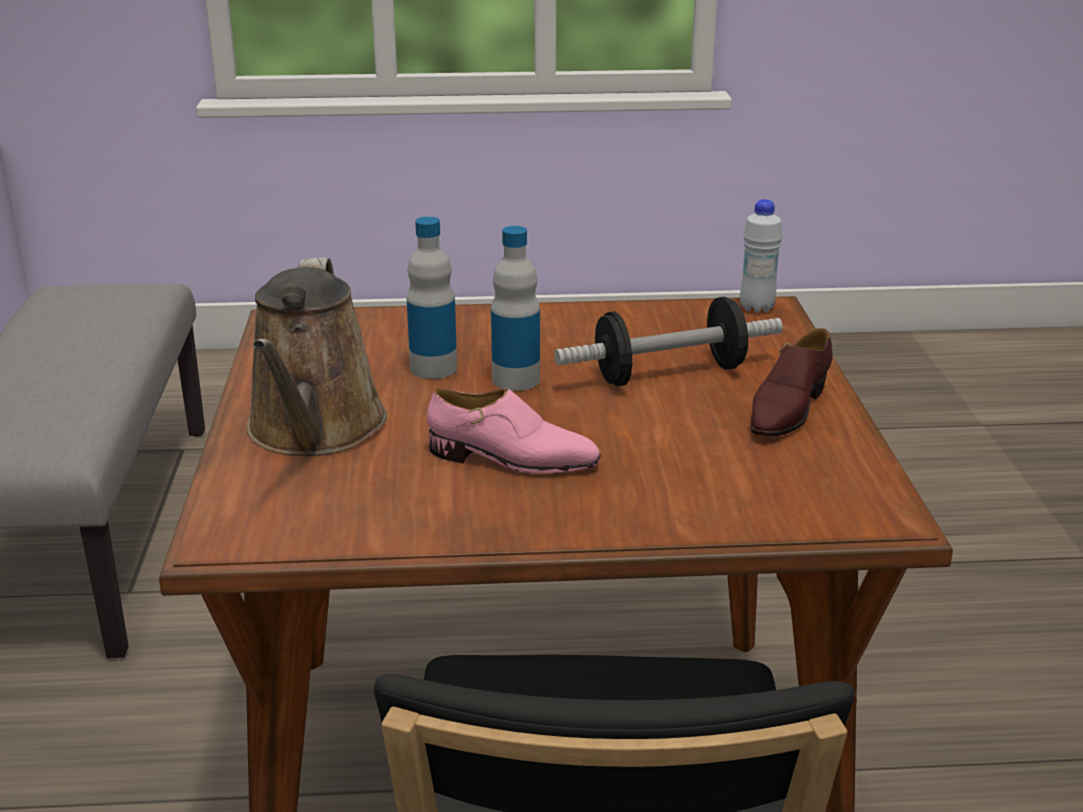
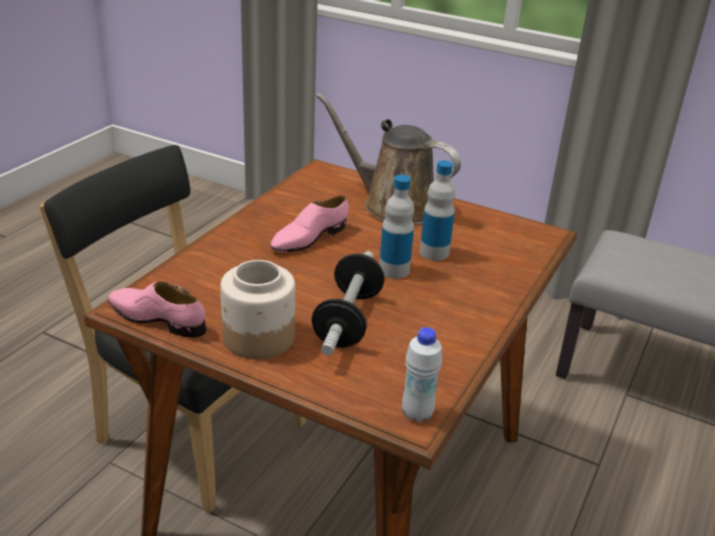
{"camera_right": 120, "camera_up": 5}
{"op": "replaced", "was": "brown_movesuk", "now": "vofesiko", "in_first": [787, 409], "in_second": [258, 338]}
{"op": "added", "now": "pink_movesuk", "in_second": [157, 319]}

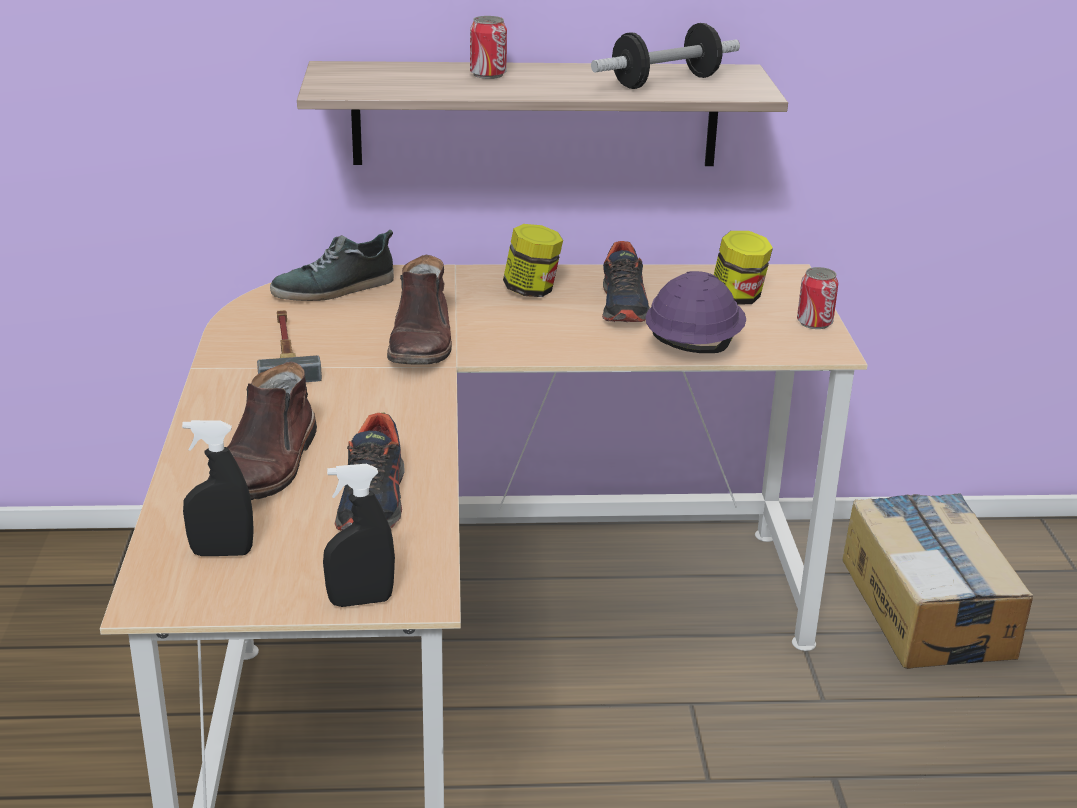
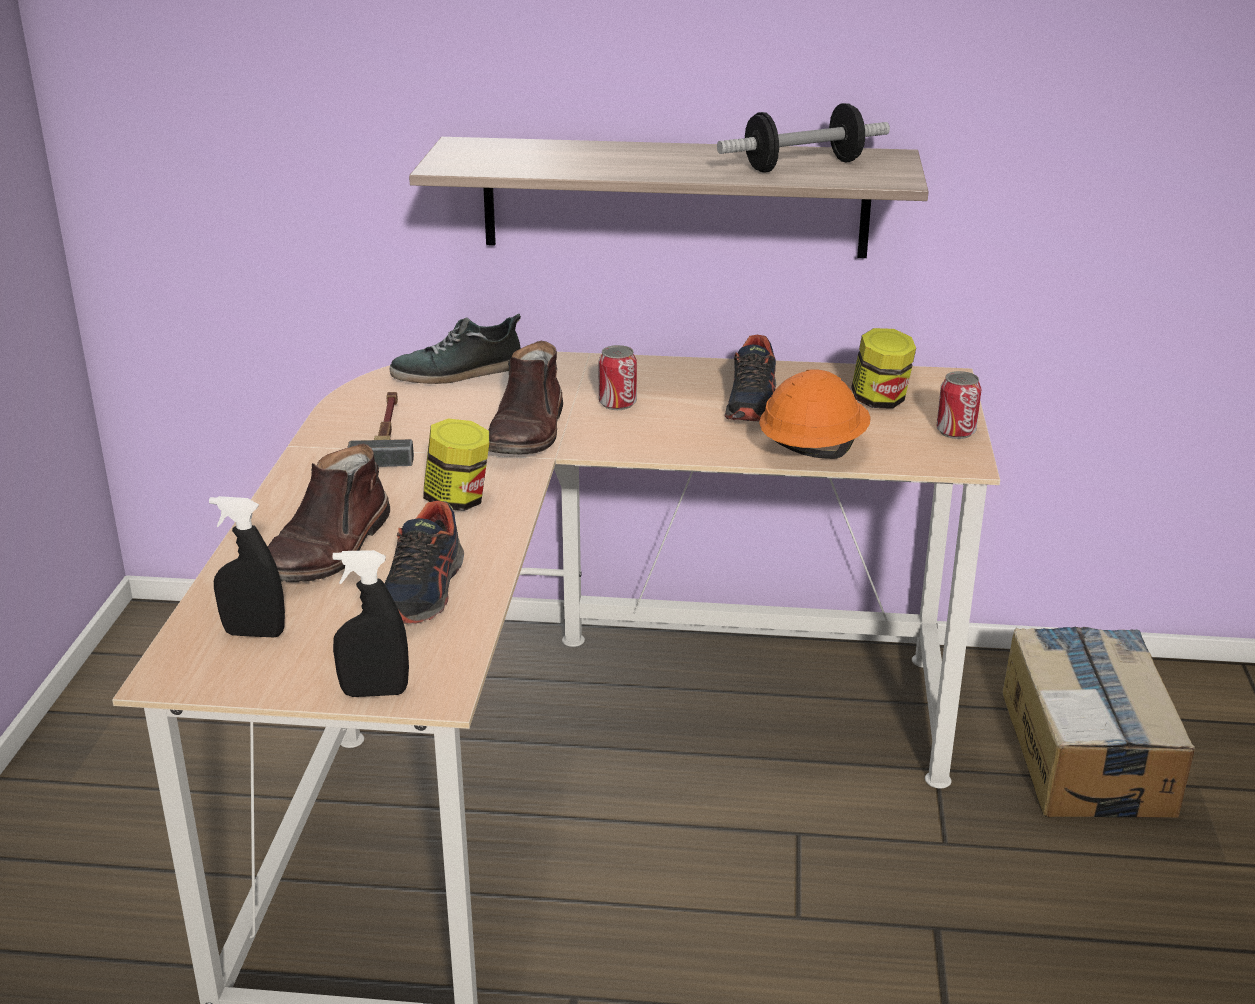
{"camera_right": 10, "camera_up": 0}
{"op": "moved", "was": "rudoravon", "in_first": [488, 74], "in_second": [617, 403]}
{"op": "moved", "was": "vofesiko", "in_first": [532, 291], "in_second": [458, 501]}
{"op": "recoloured", "was": "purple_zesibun", "now": "orange_zesibun", "in_first": [692, 347], "in_second": [812, 451]}

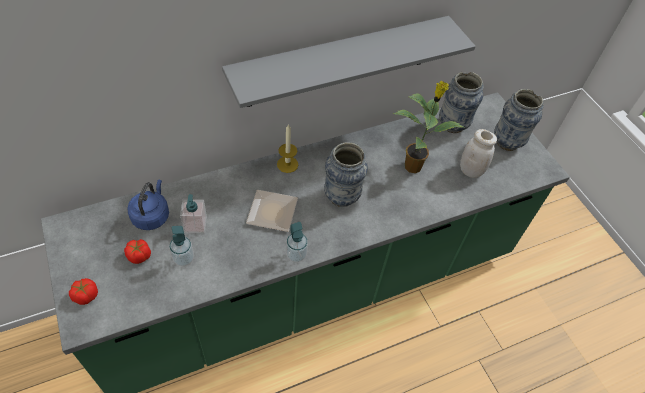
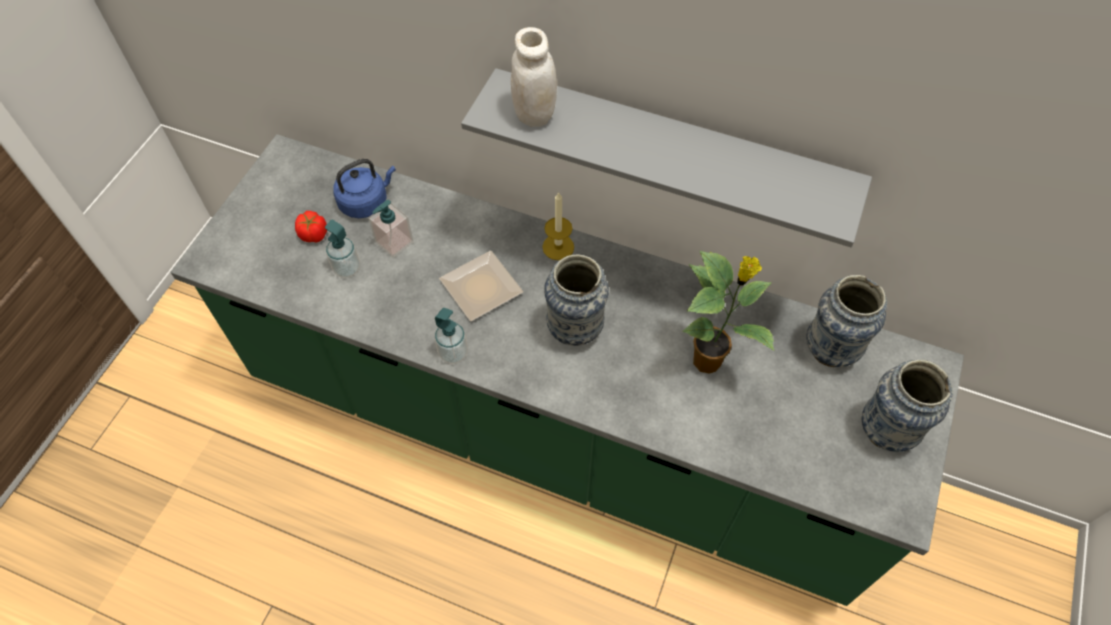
{"camera_right": 50, "camera_up": 5}
{"op": "moved", "was": "white_vofesiko", "in_first": [470, 171], "in_second": [534, 114]}
{"op": "removed", "was": "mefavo", "in_first": [86, 296]}

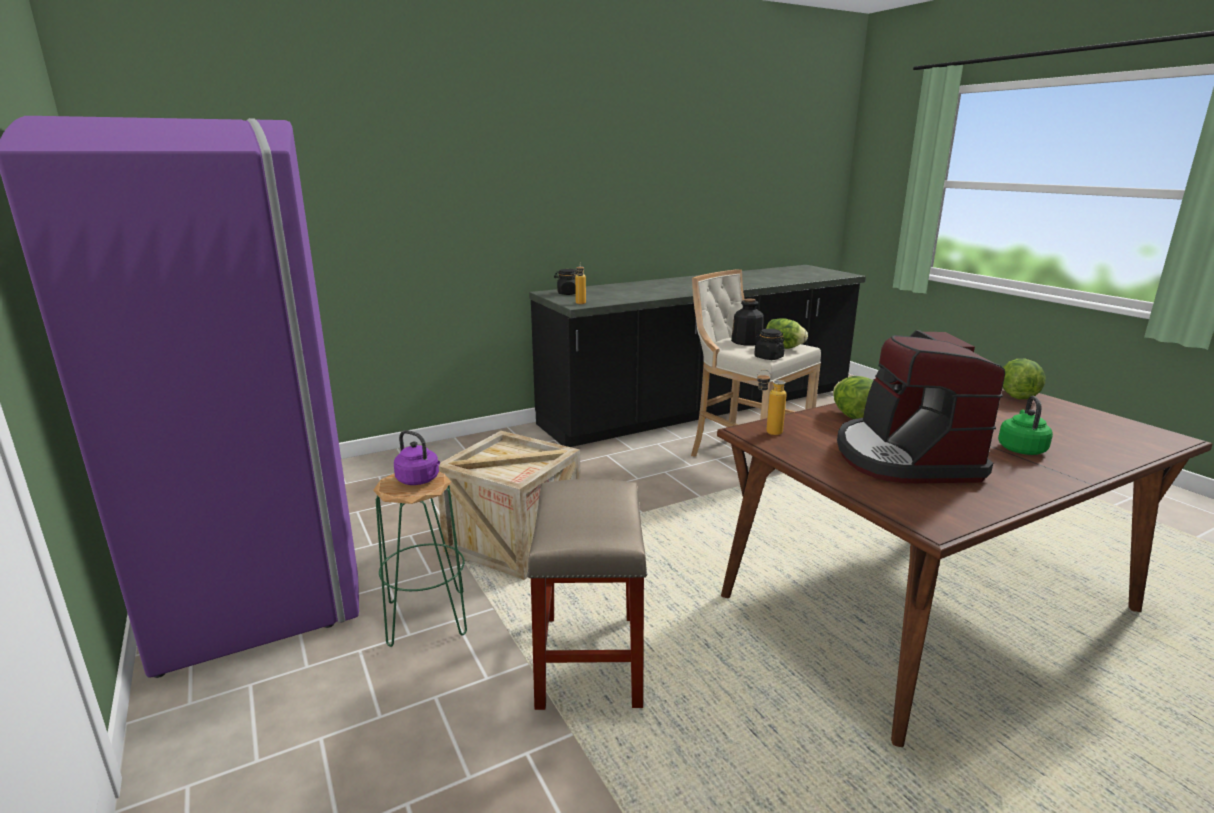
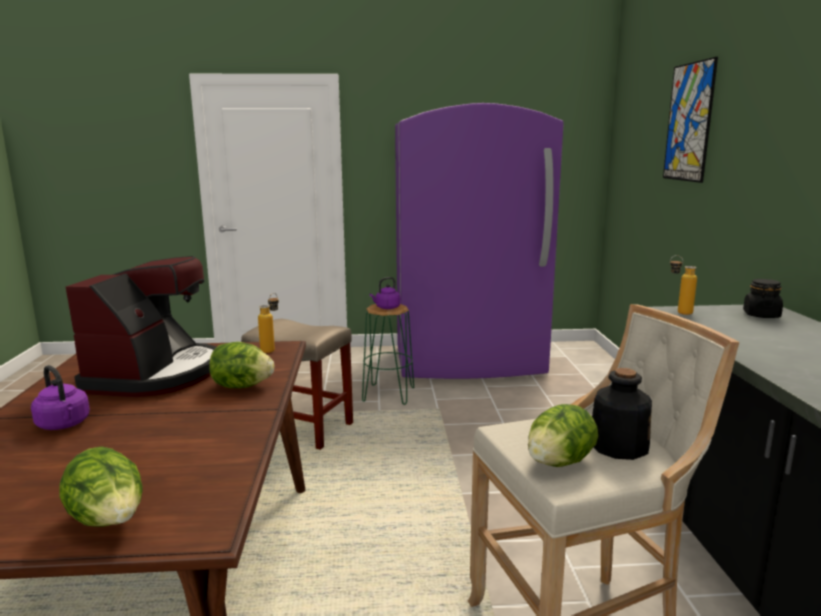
{"camera_right": 115, "camera_up": -5}
{"op": "removed", "was": "black_vofesiko", "in_first": [768, 357]}
{"op": "turned", "was": "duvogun", "in_first": [904, 457], "in_second": [156, 374], "clockwise": 75}
{"op": "recoloured", "was": "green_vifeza", "now": "purple_vifeza", "in_first": [1021, 449], "in_second": [64, 425]}
{"op": "removed", "was": "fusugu", "in_first": [513, 542]}
{"op": "added", "now": "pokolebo", "in_second": [689, 122]}

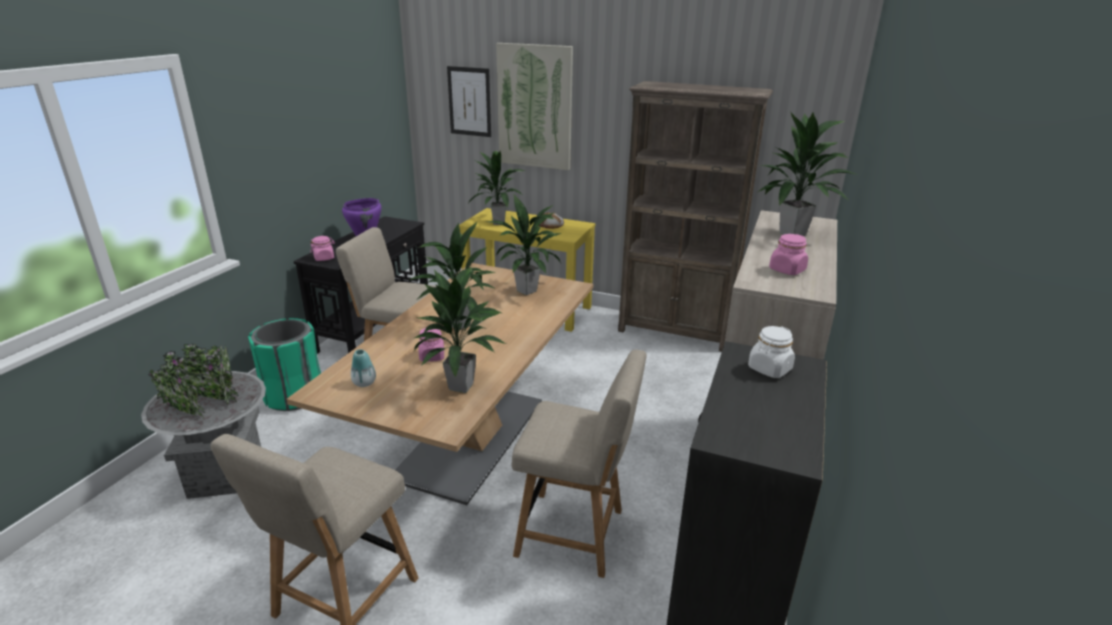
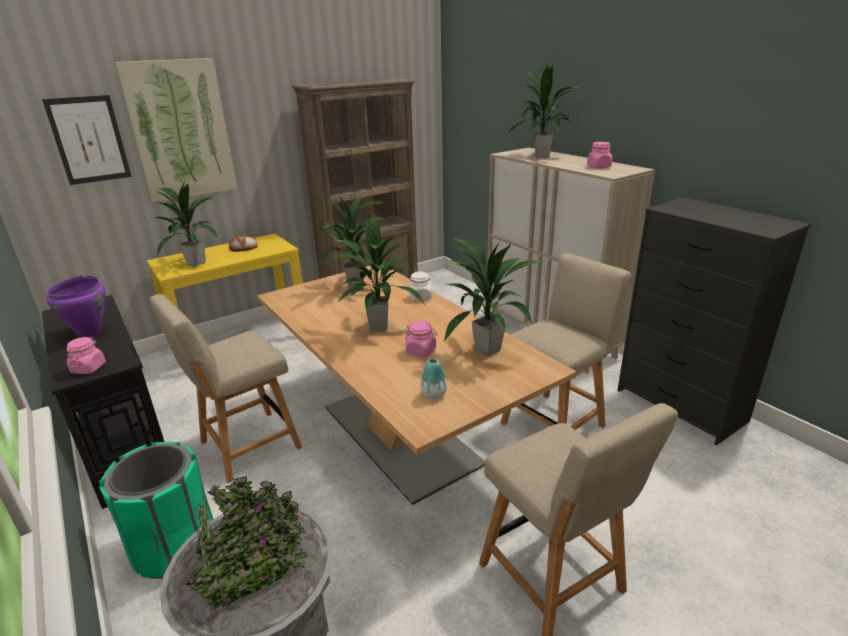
{"camera_right": -55, "camera_up": 0}
{"op": "moved", "was": "white_vofesiko", "in_first": [769, 369], "in_second": [420, 297]}

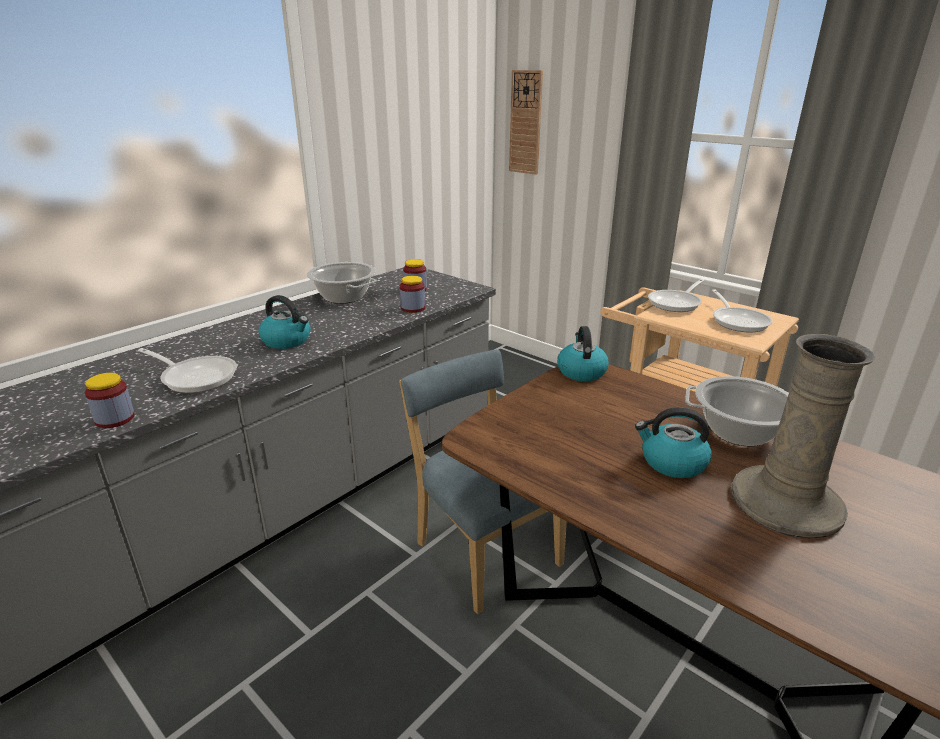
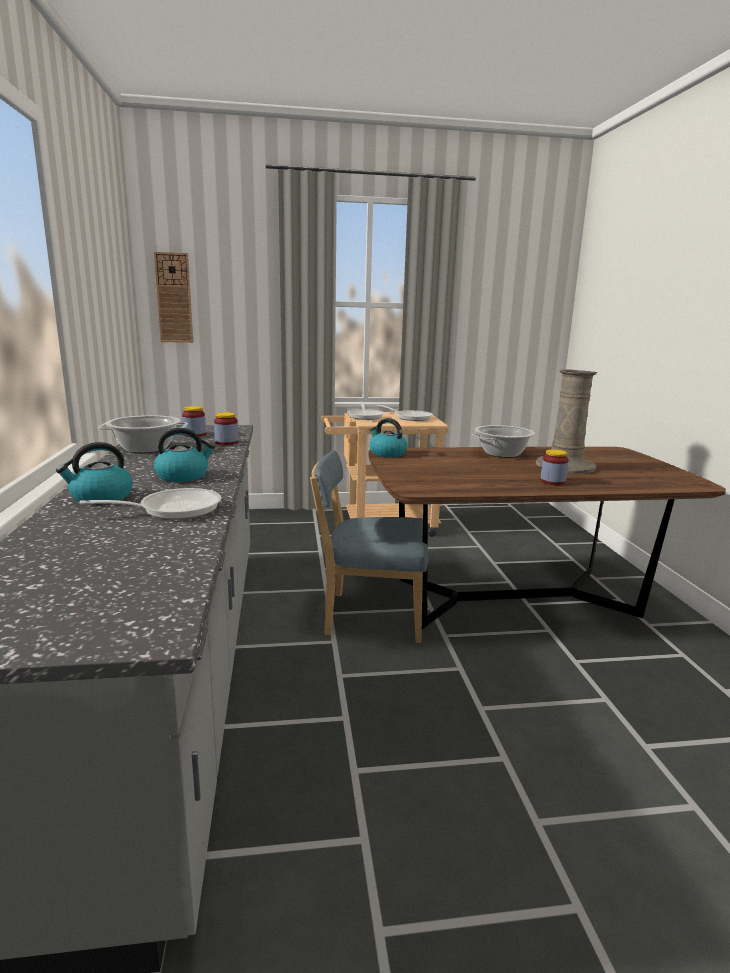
{"camera_right": -50, "camera_up": -10}
{"op": "moved", "was": "vofesiko", "in_first": [115, 419], "in_second": [552, 481]}
{"op": "moved", "was": "vifeza", "in_first": [672, 462], "in_second": [100, 497]}

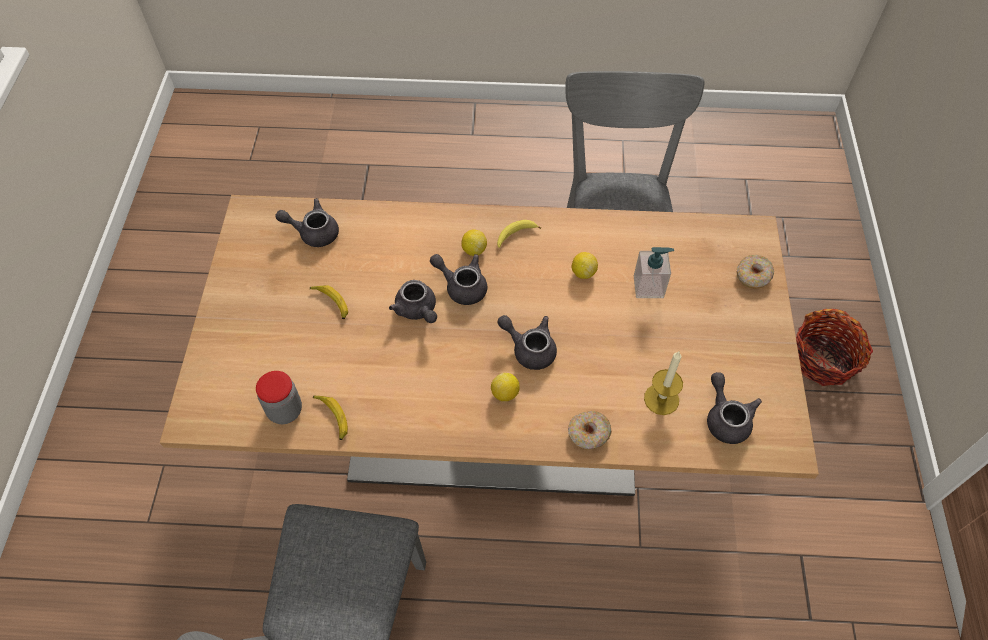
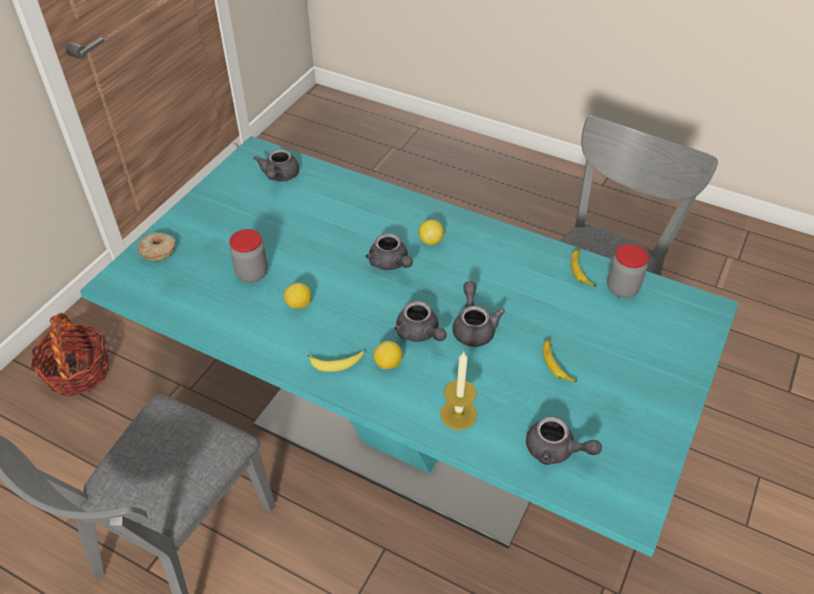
{"camera_right": -155, "camera_up": -10}
{"op": "recoloured", "was": "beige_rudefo", "now": "turquoise_rudefo", "in_first": [493, 427], "in_second": [407, 432]}
{"op": "replaced", "was": "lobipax", "now": "vofesiko", "in_first": [648, 287], "in_second": [252, 273]}
{"op": "moved", "was": "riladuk", "in_first": [661, 399], "in_second": [458, 414]}
{"op": "removed", "was": "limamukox", "in_first": [588, 434]}

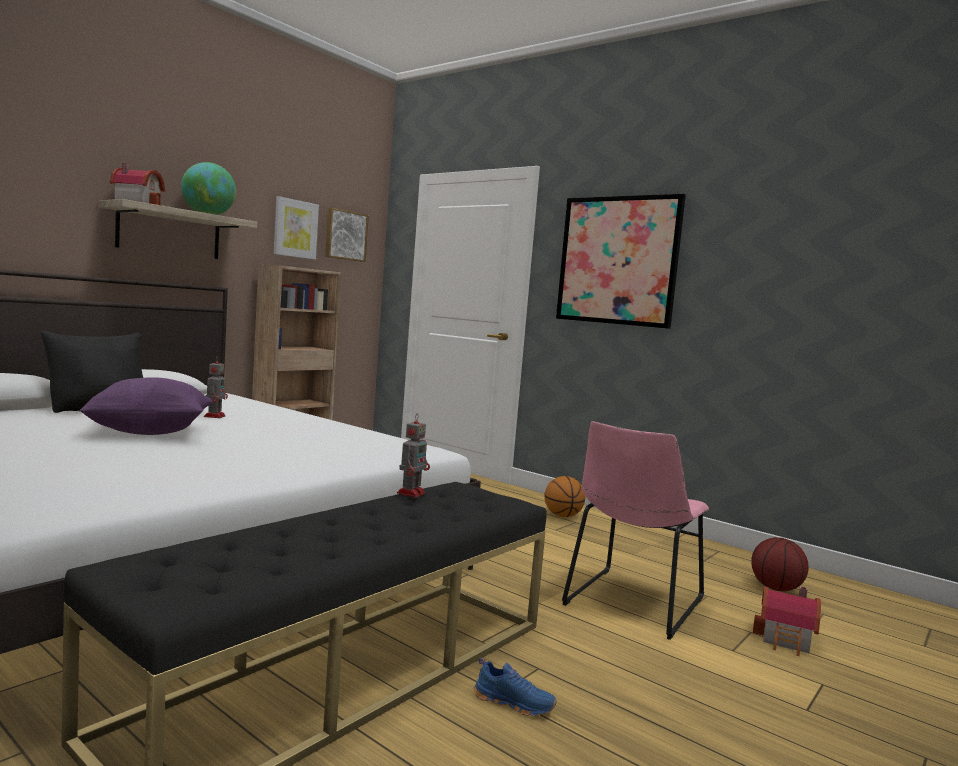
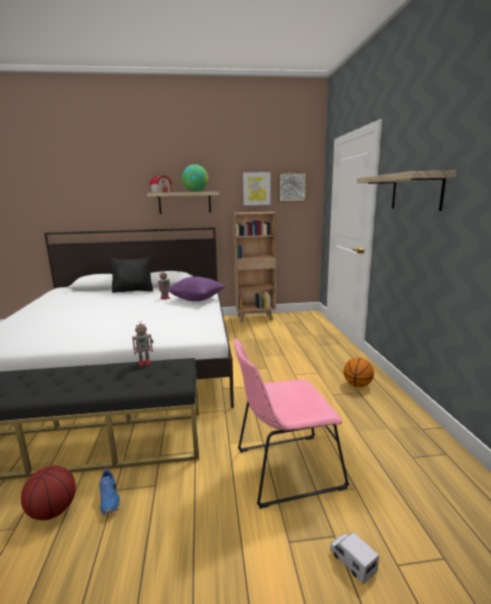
{"camera_right": 45, "camera_up": 10}
{"op": "replaced", "was": "pokolebo", "now": "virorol", "in_first": [617, 260], "in_second": [416, 192]}
{"op": "moved", "was": "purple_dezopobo", "in_first": [150, 432], "in_second": [197, 299]}
{"op": "moved", "was": "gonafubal", "in_first": [776, 589], "in_second": [52, 511]}
{"op": "replaced", "was": "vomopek", "now": "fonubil", "in_first": [787, 640], "in_second": [352, 561]}

